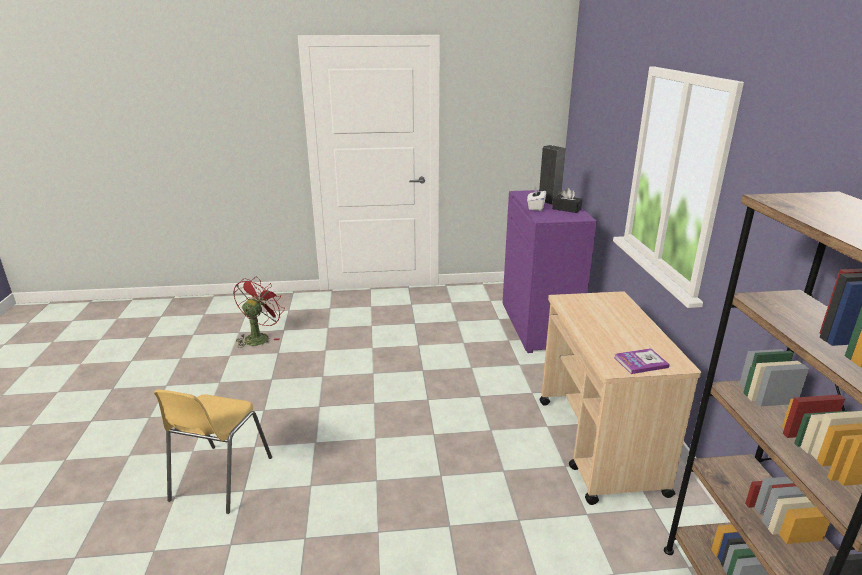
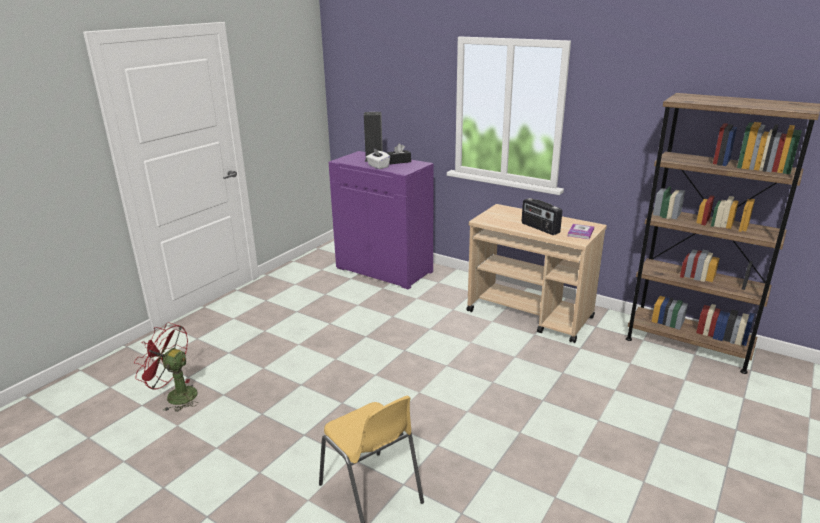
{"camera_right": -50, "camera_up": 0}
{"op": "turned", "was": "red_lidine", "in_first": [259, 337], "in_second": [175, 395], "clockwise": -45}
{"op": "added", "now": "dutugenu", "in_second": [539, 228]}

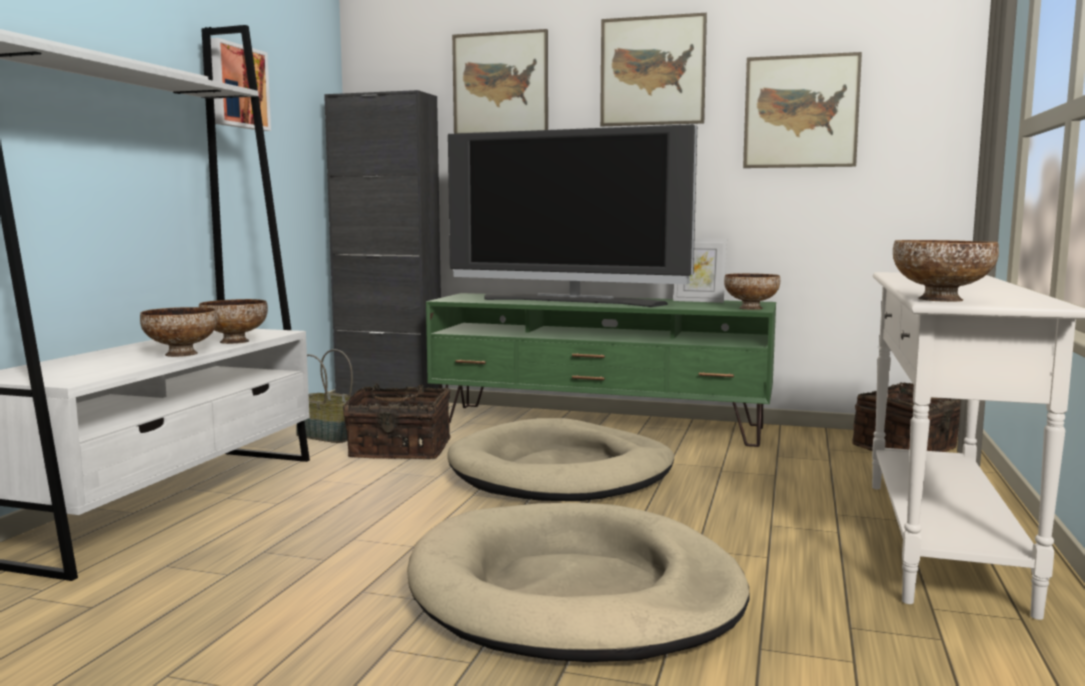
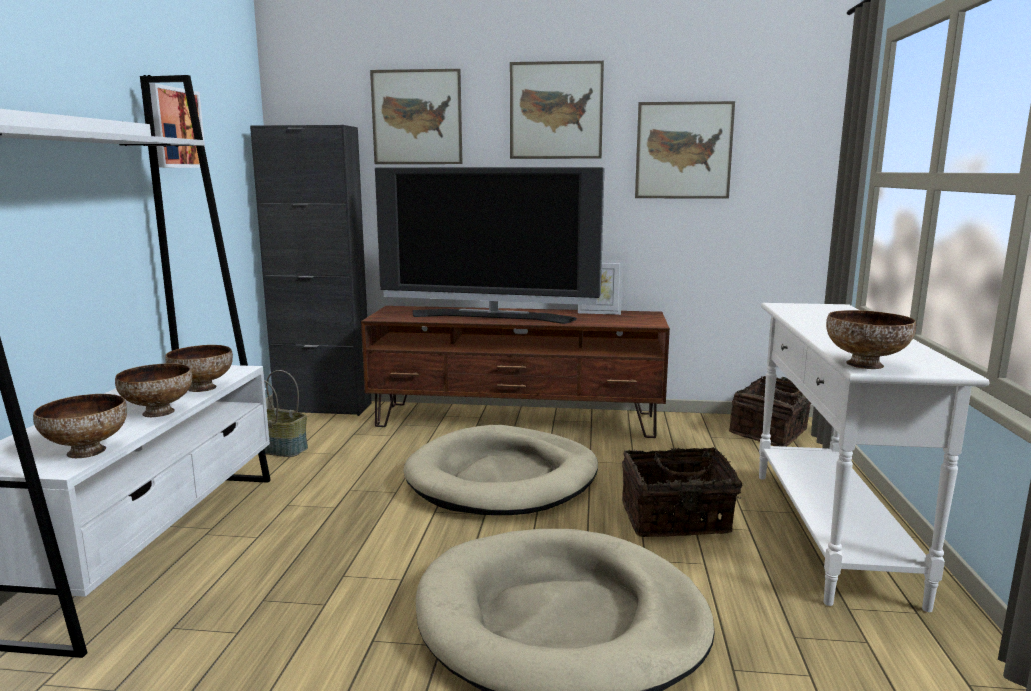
{"camera_right": -10, "camera_up": 5}
{"op": "moved", "was": "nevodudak", "in_first": [751, 308], "in_second": [88, 451]}
{"op": "recoloured", "was": "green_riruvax", "now": "brown_riruvax", "in_first": [600, 424], "in_second": [517, 420]}
{"op": "moved", "was": "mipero", "in_first": [399, 450], "in_second": [676, 519]}

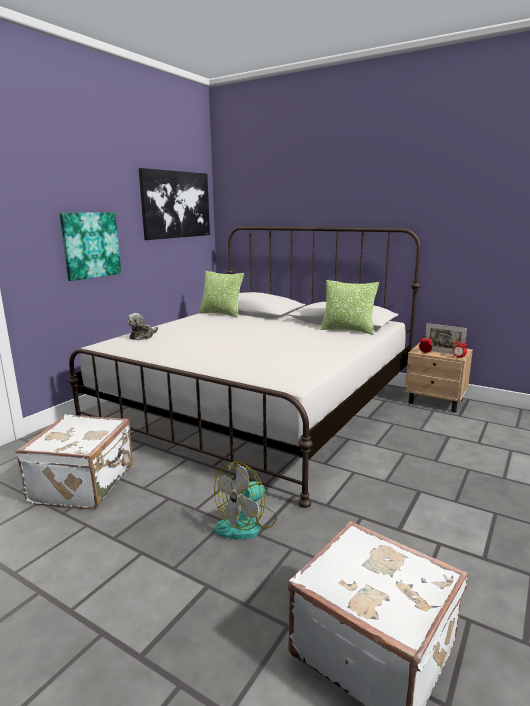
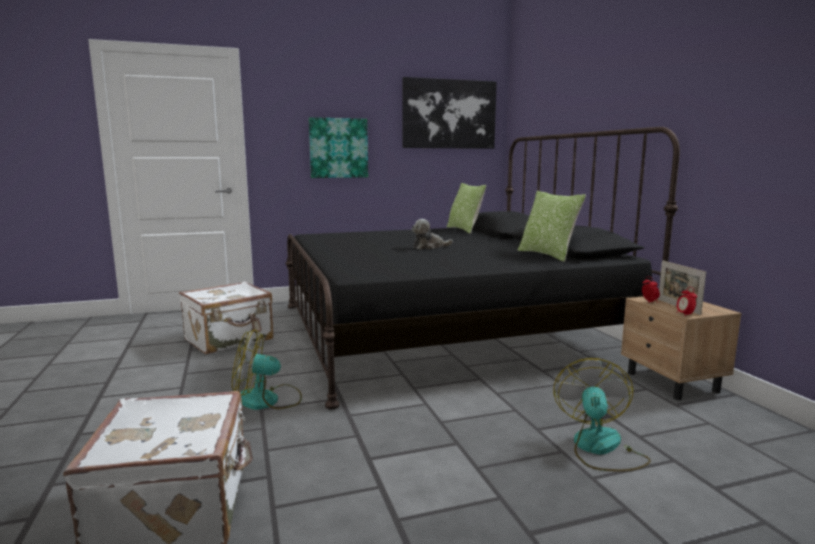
{"camera_right": 40, "camera_up": -5}
{"op": "recoloured", "was": "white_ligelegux", "now": "black_ligelegux", "in_first": [257, 407], "in_second": [446, 330]}
{"op": "moved", "was": "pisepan", "in_first": [142, 336], "in_second": [429, 247]}
{"op": "added", "now": "lidine", "in_second": [600, 448]}

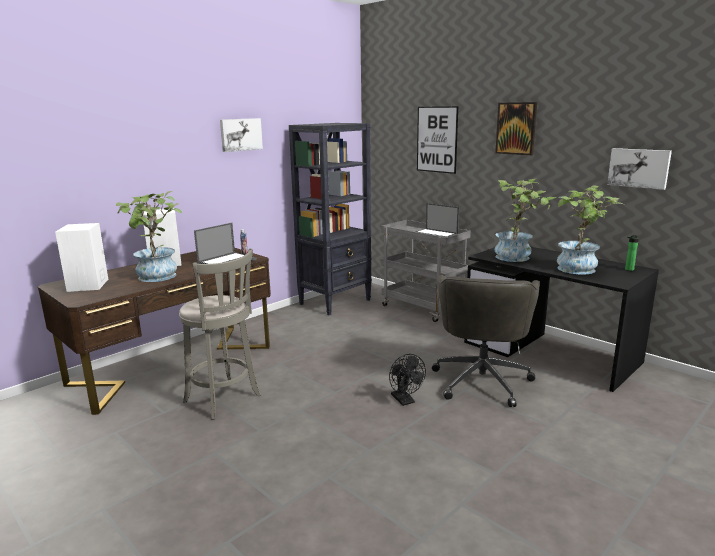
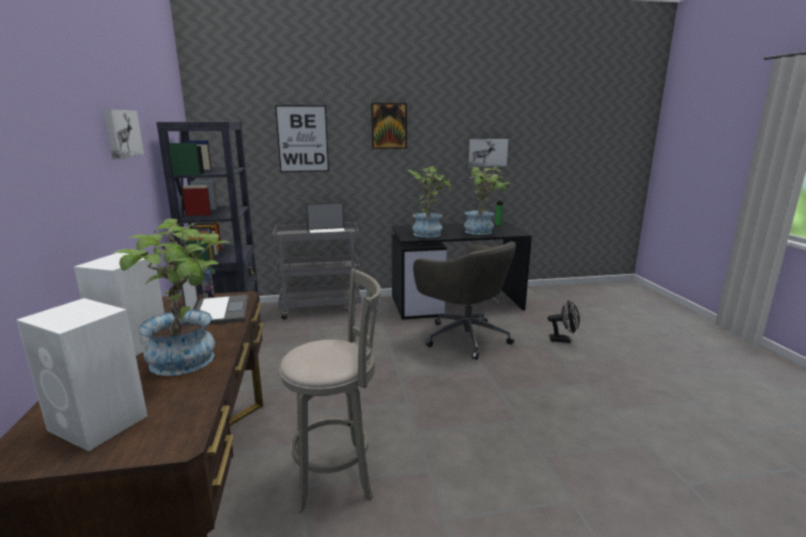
{"camera_right": -55, "camera_up": 0}
{"op": "moved", "was": "black_lidine", "in_first": [405, 401], "in_second": [563, 340]}

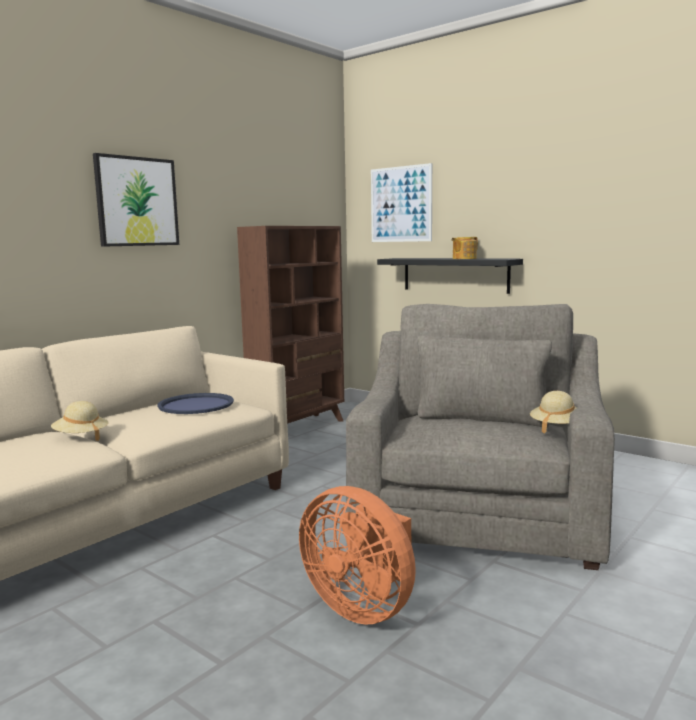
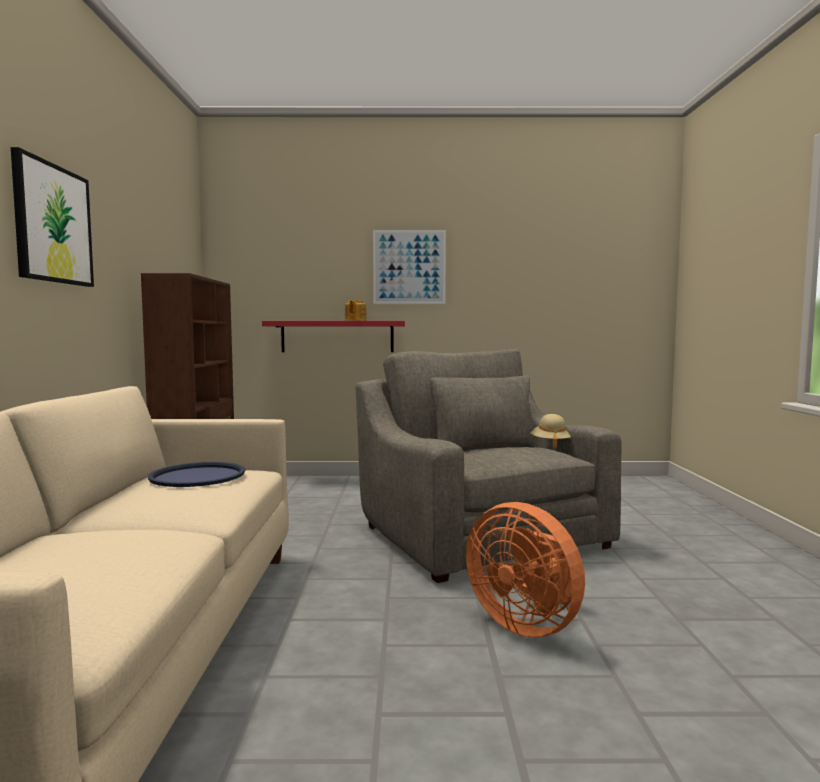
{"camera_right": -40, "camera_up": -5}
{"op": "moved", "was": "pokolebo", "in_first": [401, 204], "in_second": [409, 267]}
{"op": "recoloured", "was": "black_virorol", "now": "red_virorol", "in_first": [455, 274], "in_second": [337, 336]}
{"op": "removed", "was": "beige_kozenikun", "in_first": [81, 437]}
{"op": "turned", "was": "orange_lidine", "in_first": [362, 606], "in_second": [526, 623], "clockwise": 45}

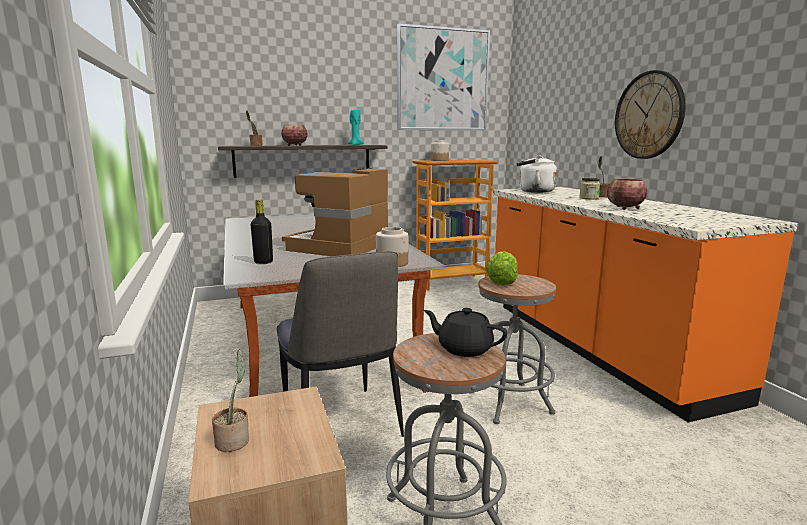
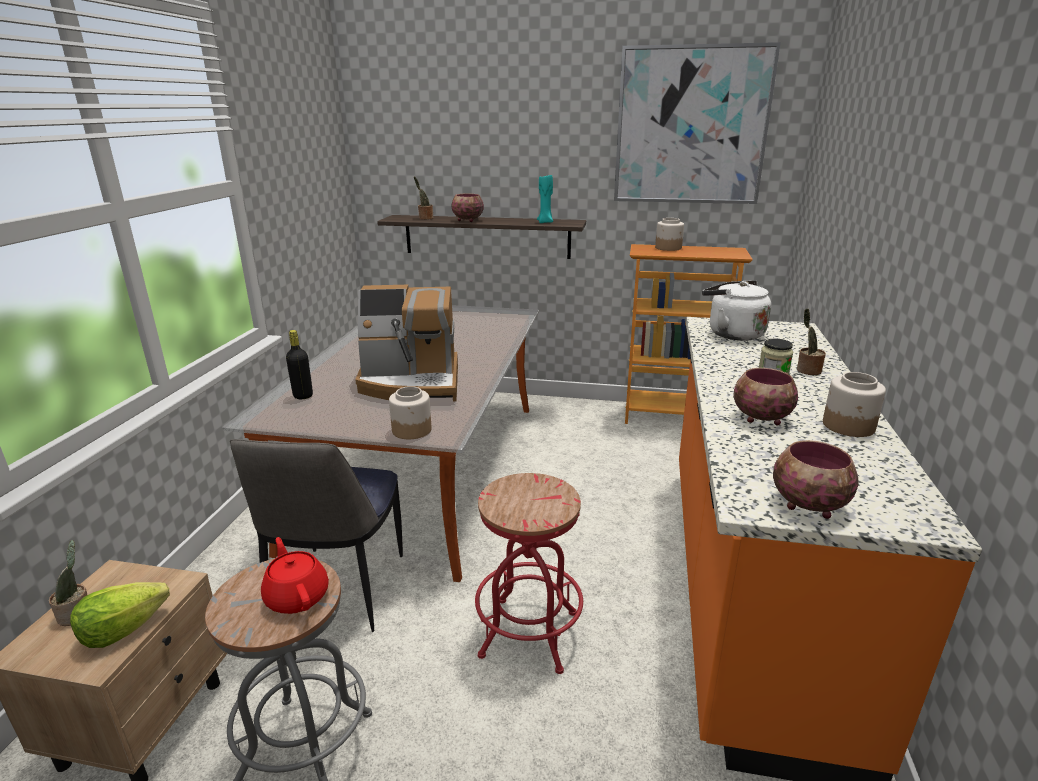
{"camera_right": 30, "camera_up": 10}
{"op": "removed", "was": "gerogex", "in_first": [649, 115]}
{"op": "turned", "was": "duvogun", "in_first": [340, 246], "in_second": [411, 383], "clockwise": -150}
{"op": "moved", "was": "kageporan", "in_first": [501, 282], "in_second": [122, 630]}
{"op": "recoloured", "was": "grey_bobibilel", "now": "red_bobibilel", "in_first": [509, 402], "in_second": [529, 634]}
{"op": "recoloured", "was": "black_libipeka", "now": "red_libipeka", "in_first": [464, 349], "in_second": [297, 596]}
{"op": "added", "now": "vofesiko", "in_second": [849, 426]}
{"op": "added", "now": "nevodudak", "in_second": [807, 505]}

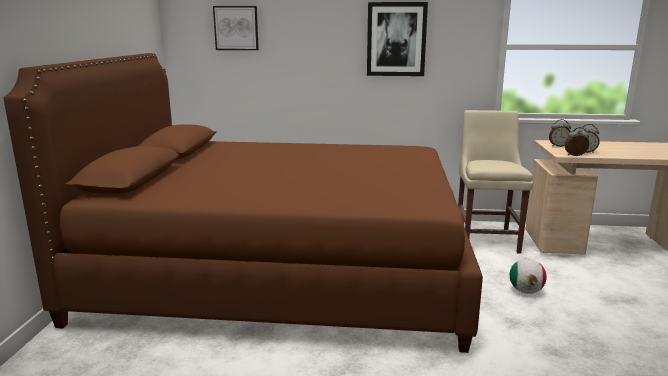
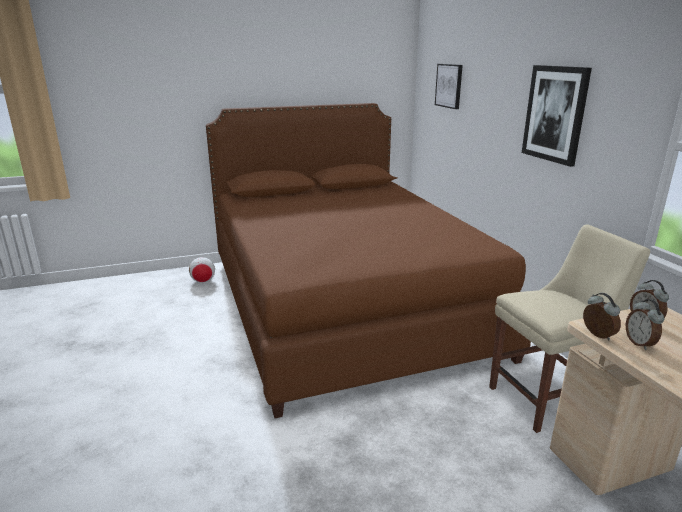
{"camera_right": 65, "camera_up": 5}
{"op": "moved", "was": "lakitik", "in_first": [525, 291], "in_second": [203, 281]}

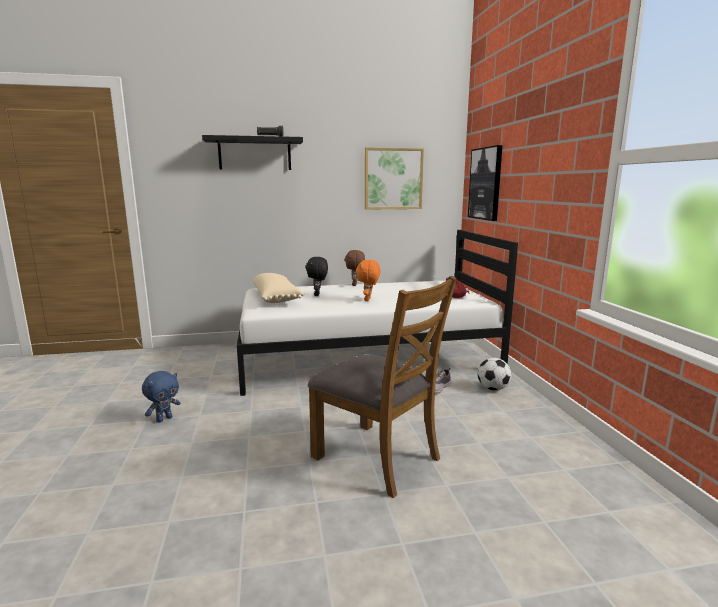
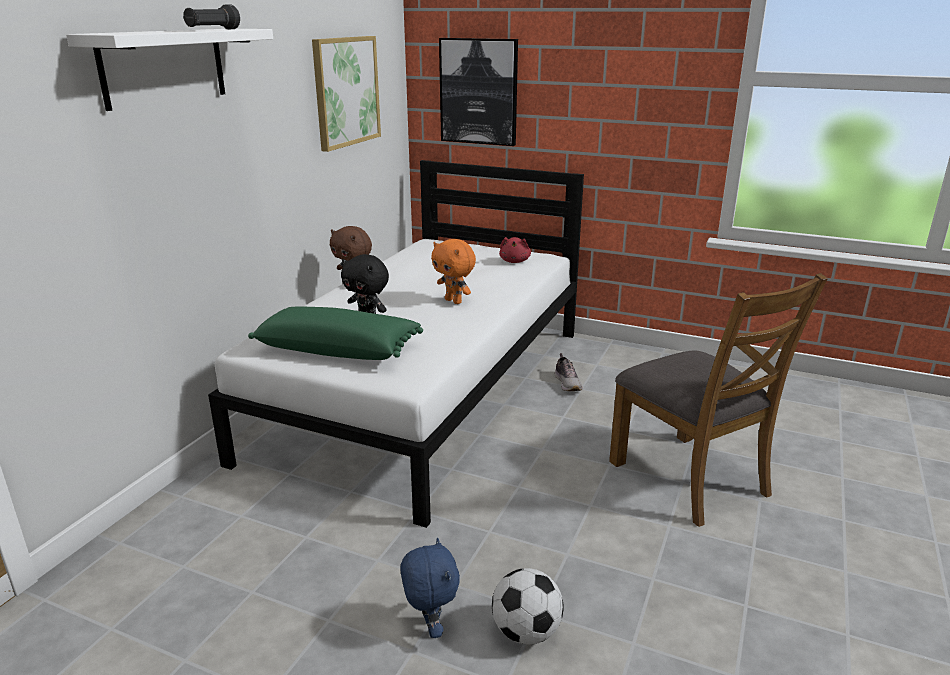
{"camera_right": -55, "camera_up": 10}
{"op": "recoloured", "was": "black_virorol", "now": "white_virorol", "in_first": [255, 154], "in_second": [164, 67]}
{"op": "recoloured", "was": "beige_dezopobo", "now": "green_dezopobo", "in_first": [277, 298], "in_second": [339, 350]}
{"op": "turned", "was": "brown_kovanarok", "in_first": [377, 457], "in_second": [690, 478], "clockwise": 75}
{"op": "moved", "was": "lakitik", "in_first": [493, 389], "in_second": [526, 632]}

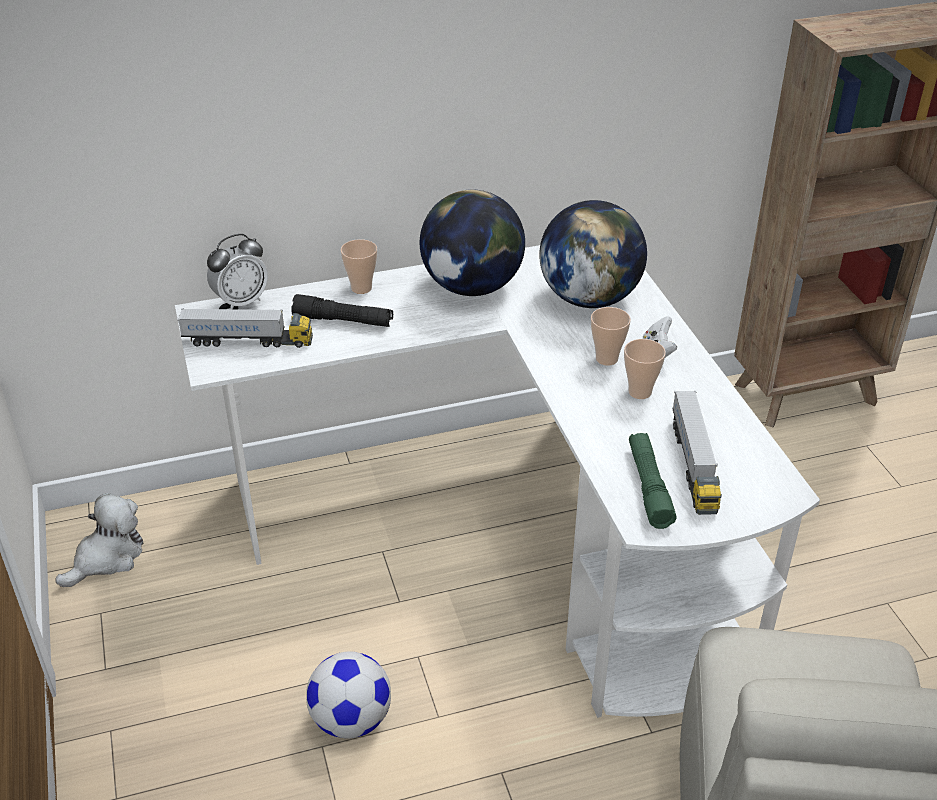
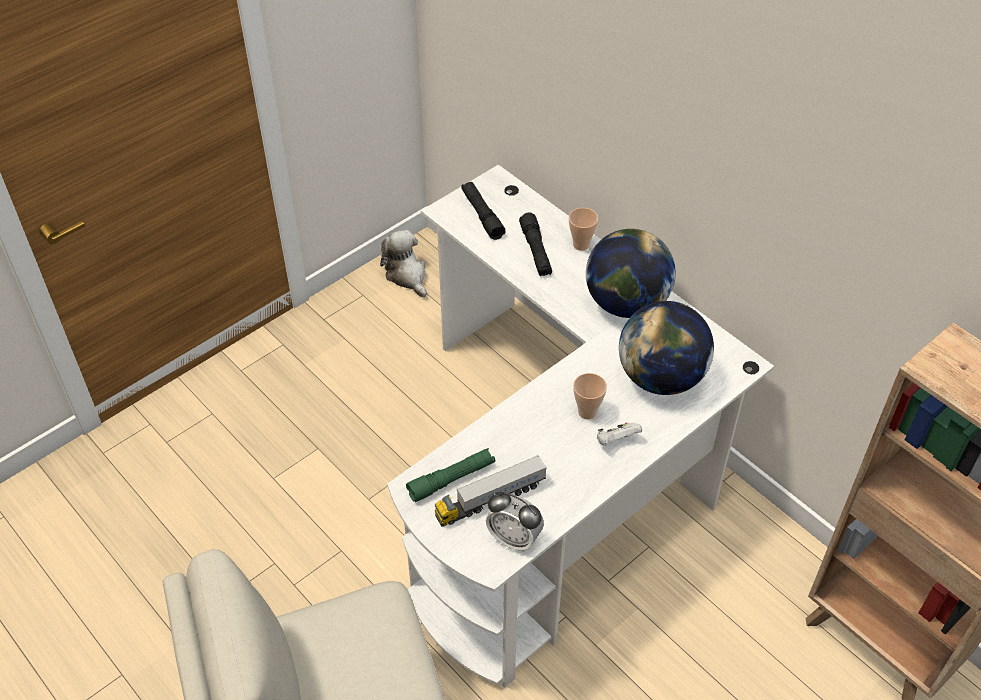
{"camera_right": 65, "camera_up": 10}
{"op": "moved", "was": "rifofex", "in_first": [241, 301], "in_second": [514, 538]}
{"op": "replaced", "was": "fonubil", "now": "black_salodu", "in_first": [248, 341], "in_second": [482, 215]}
{"op": "removed", "was": "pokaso", "in_first": [640, 392]}
{"op": "turned", "was": "pisepan", "in_first": [107, 557], "in_second": [407, 275], "clockwise": -135}
{"op": "removed", "was": "lakitik", "in_first": [351, 720]}

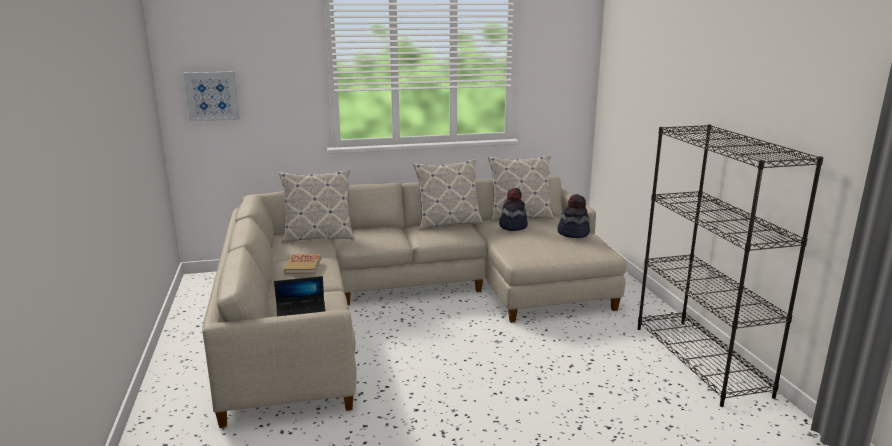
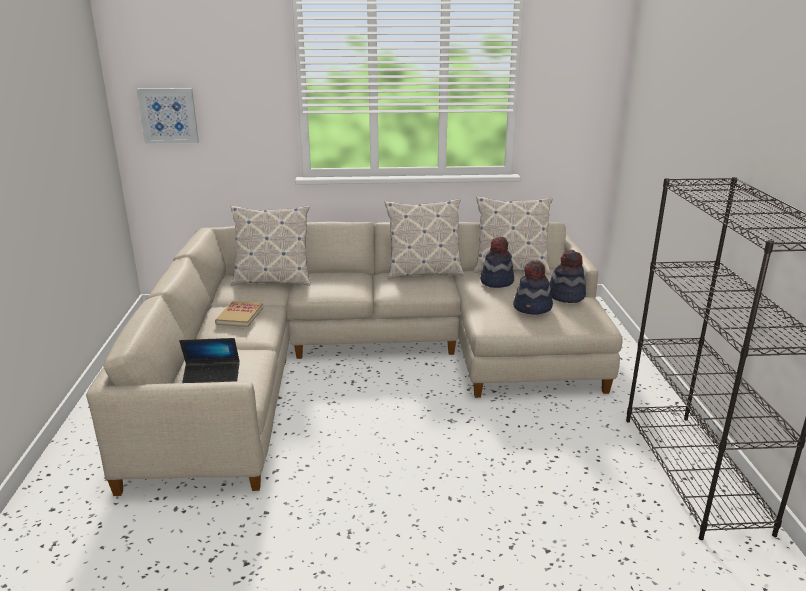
{"camera_right": 10, "camera_up": 5}
{"op": "added", "now": "kozenikun", "in_second": [532, 308]}

